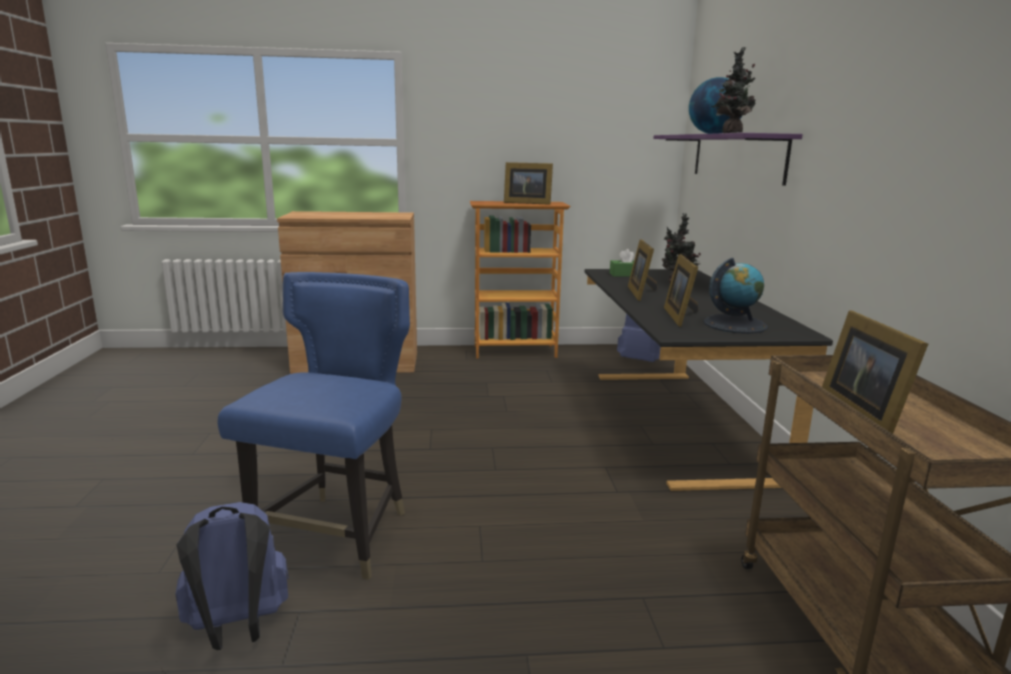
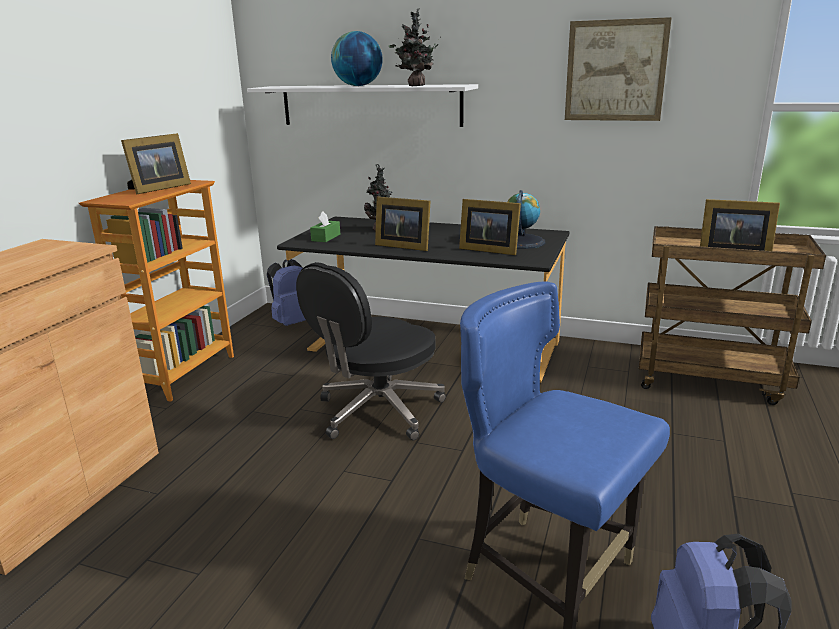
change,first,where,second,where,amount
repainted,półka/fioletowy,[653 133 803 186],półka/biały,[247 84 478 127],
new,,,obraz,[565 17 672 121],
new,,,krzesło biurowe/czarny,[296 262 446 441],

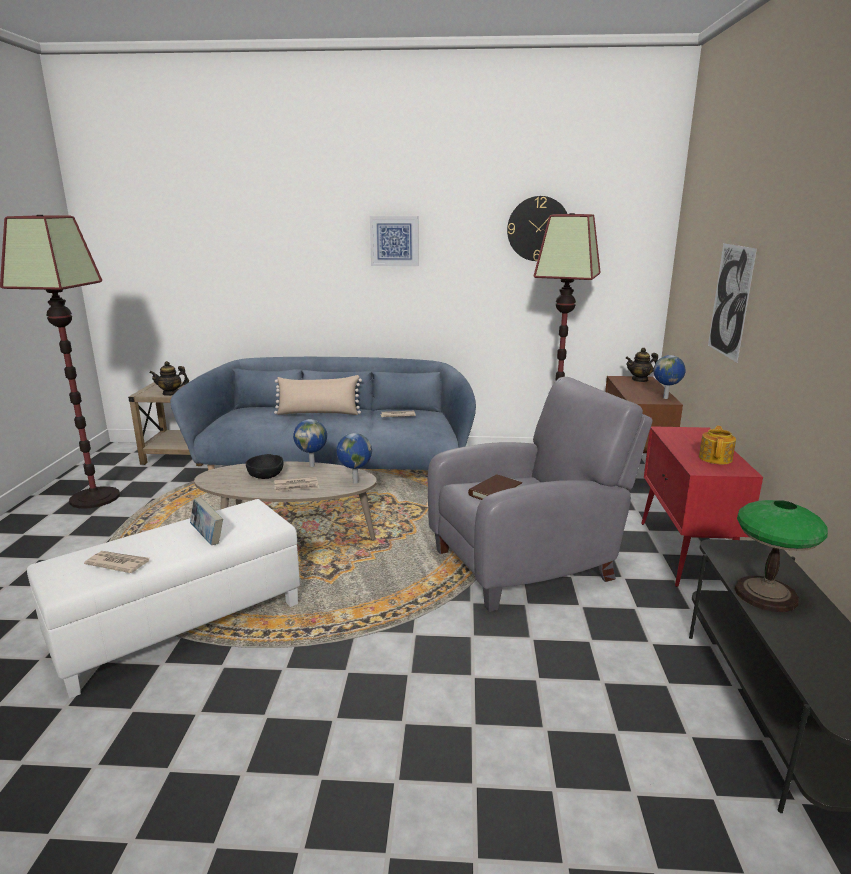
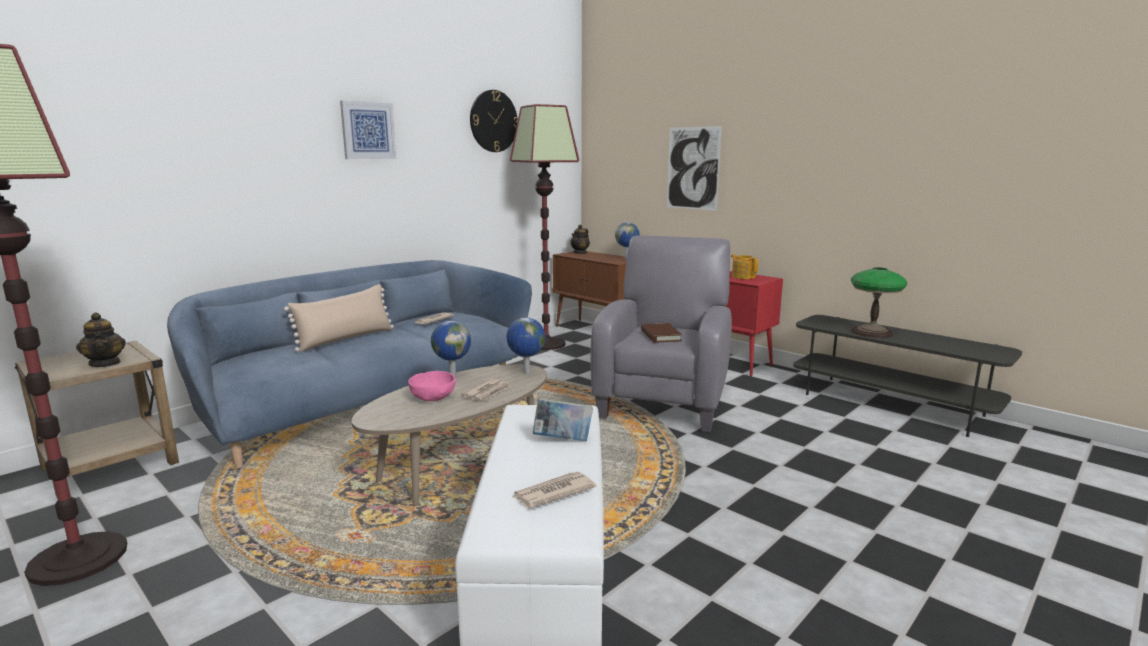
change,first,where,second,where,amount
rotated,imbryk,[149 361 189 396],,[76 312 126 367],60 degrees counterclockwise
repainted,miska/czarny,[246 454 283 479],miska/różowy,[408 371 456 401],

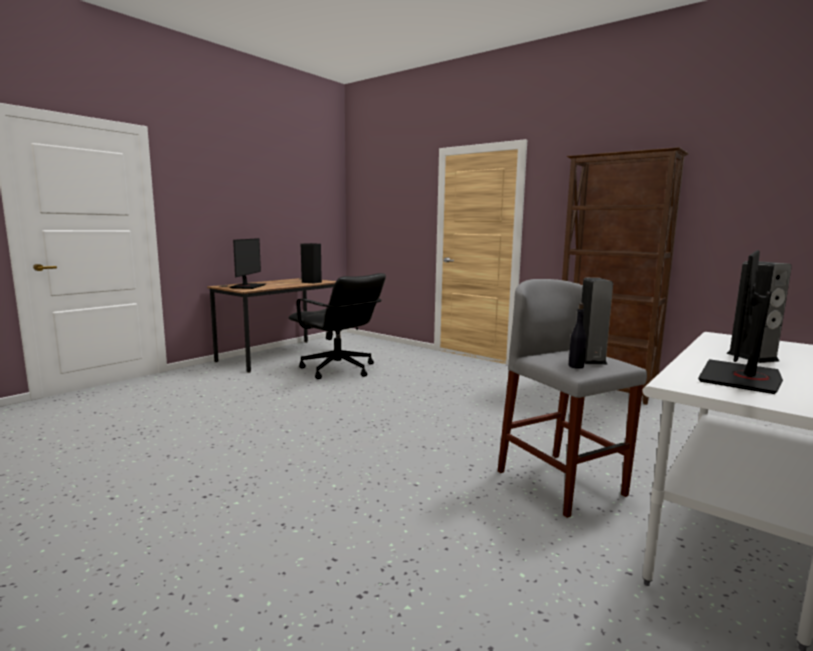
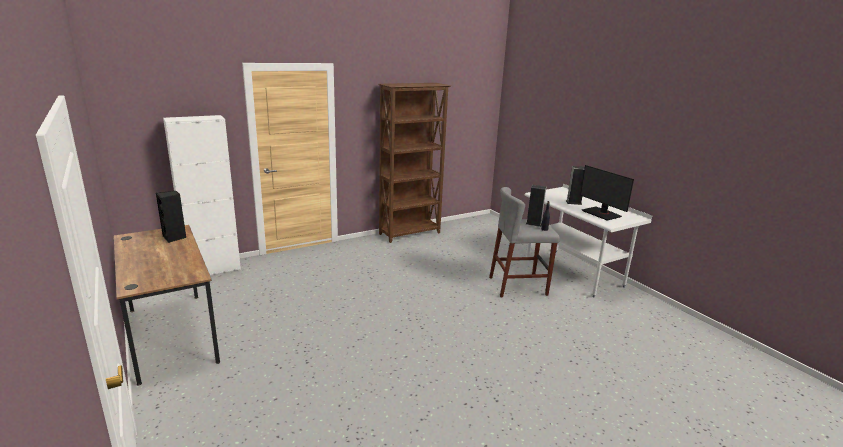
change,first,where,second,where,amount
gone,monitor,[230 238 266 289],,,
gone,krzesło biurowe/czarny,[289 273 386 379],,,
new,,,szafka/biały,[163 115 241 275],

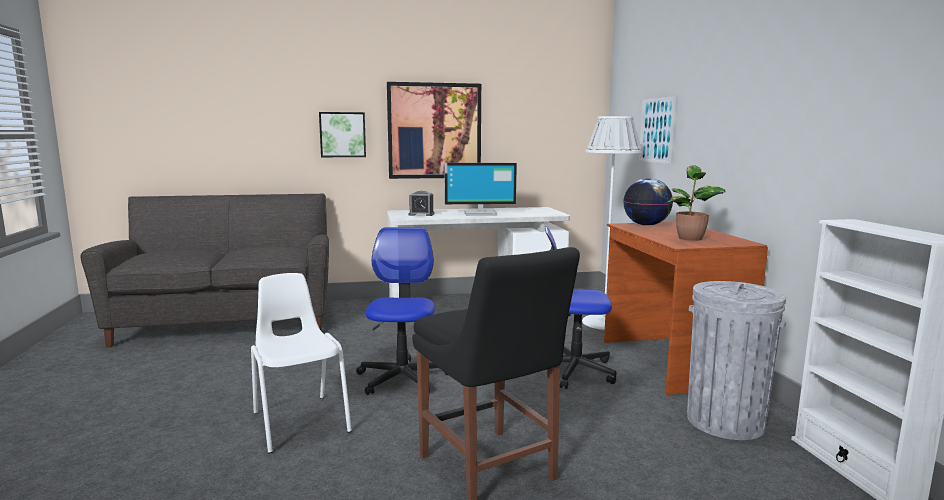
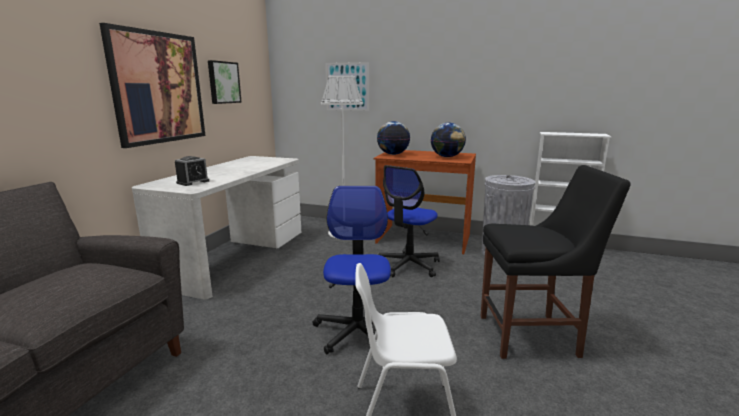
change,first,where,second,where,amount
shifted,obraz,[319 112 366 157],,[208 60 242 104],
gone,monitor,[445 163 517 216],,,
swapped,roślina doniczkowa,[668 165 726 241],globus,[431 123 466 157],
rotated,krzesło biurowe,[356 227 448 395],,[312 186 391 354],60 degrees clockwise

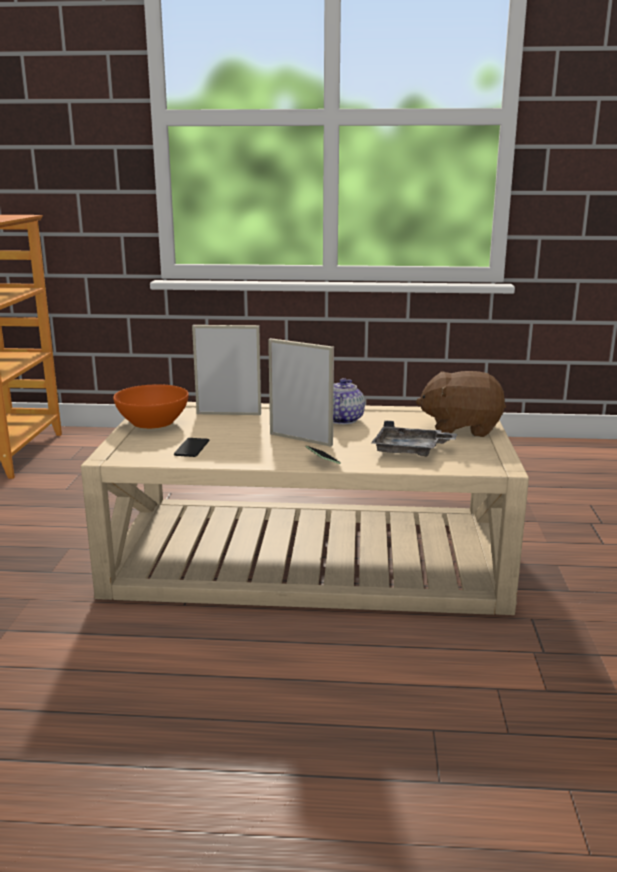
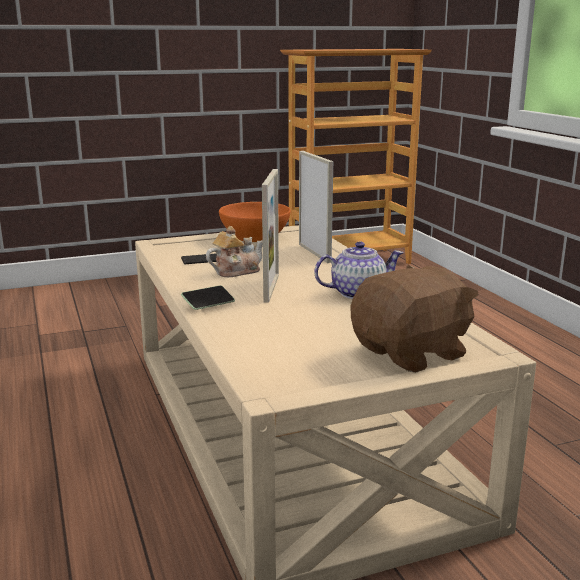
change,first,where,second,where,amount
rotated,pluszak/brązowy,[416 371 506 437],,[351 265 479 373],75 degrees clockwise
gone,taca/szary,[371 421 457 457],,,
new,,,imbryk,[206 226 263 277],

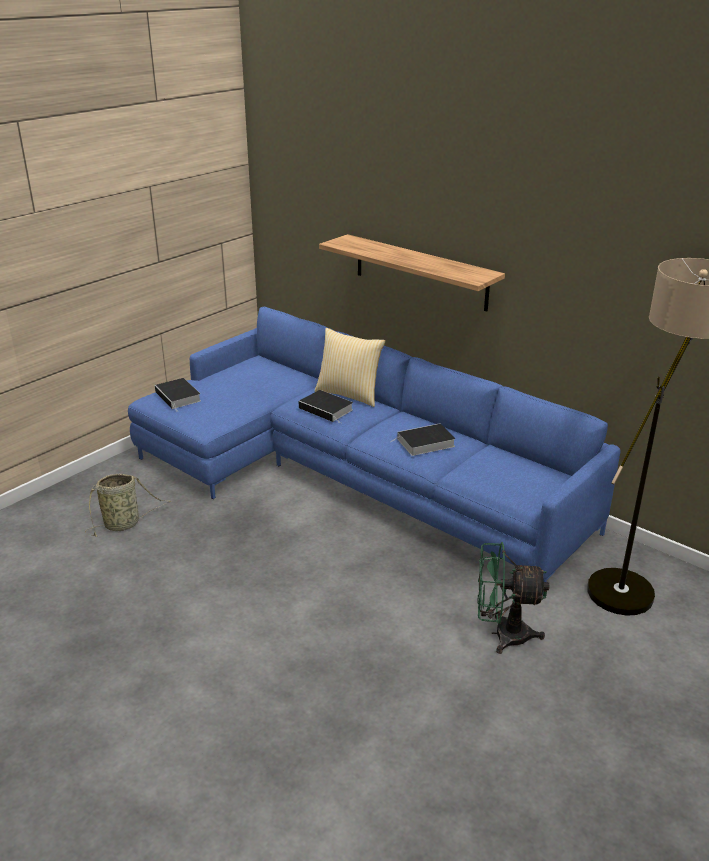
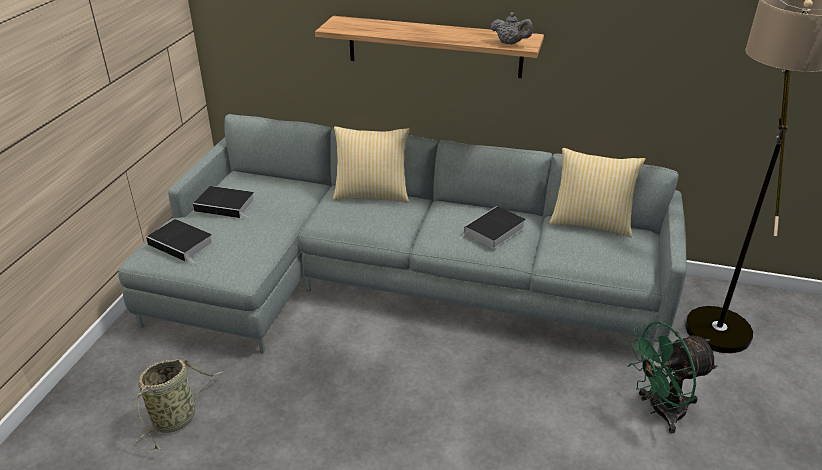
change,first,where,second,where,amount
repainted,kanapa/niebieski,[128 307 621 582],kanapa/szary,[118 114 687 357],
shifted,książka,[299 390 353 424],,[193 186 255 218],
new,,,imbryk/szary,[490 12 533 45],
new,,,poduszka,[549 148 645 237],

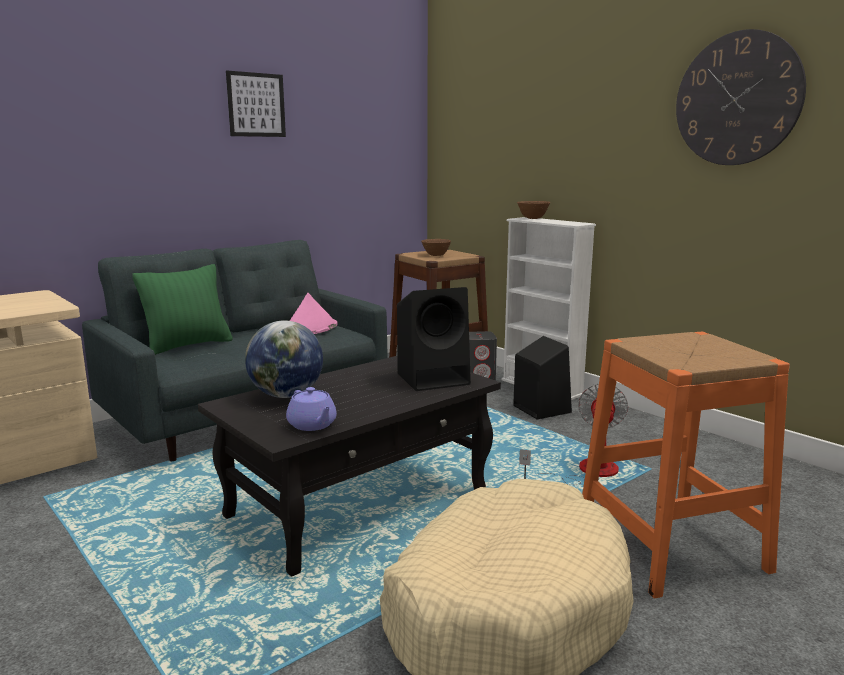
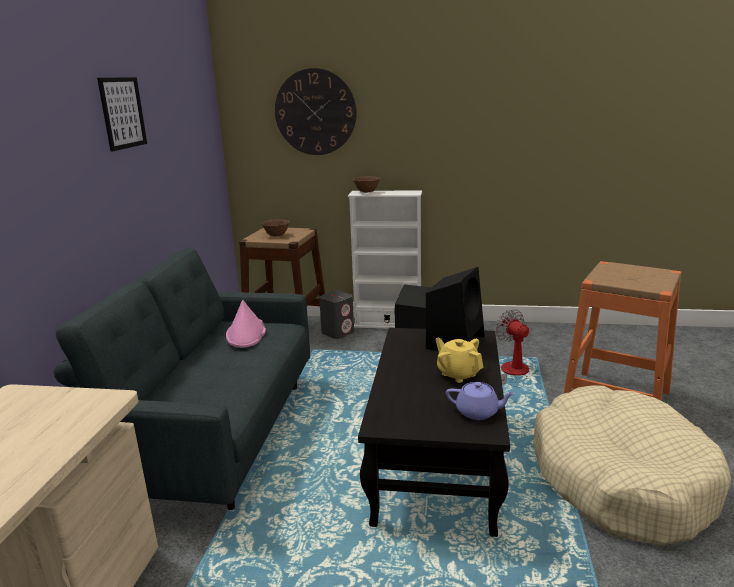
change,first,where,second,where,amount
shifted,zegar ścienny,[676 29 806 165],,[275 68 357 155],
gone,poduszka/zielony,[132 264 233 355],,,
gone,globus,[245 320 323 398],,,
new,,,imbryk/żółty,[435 338 483 383],

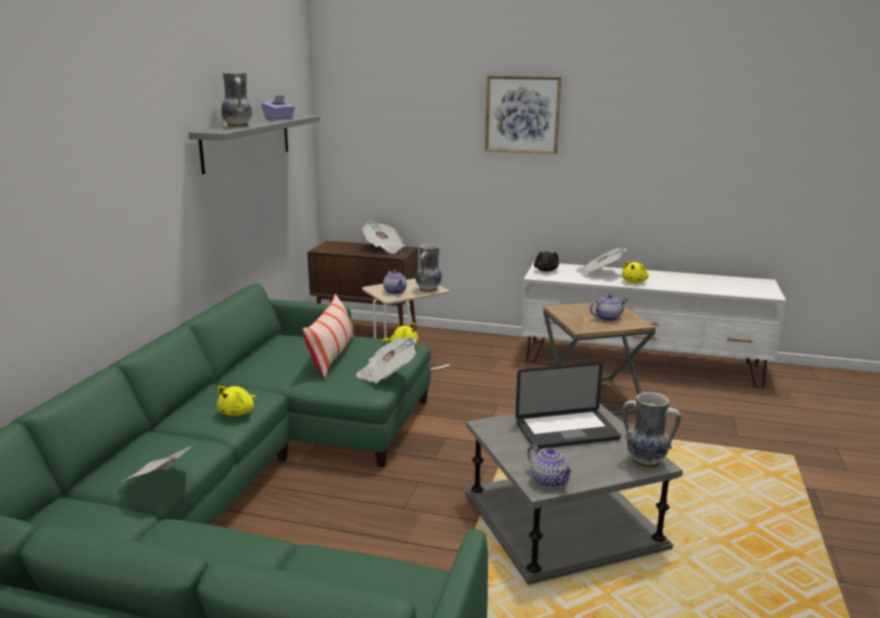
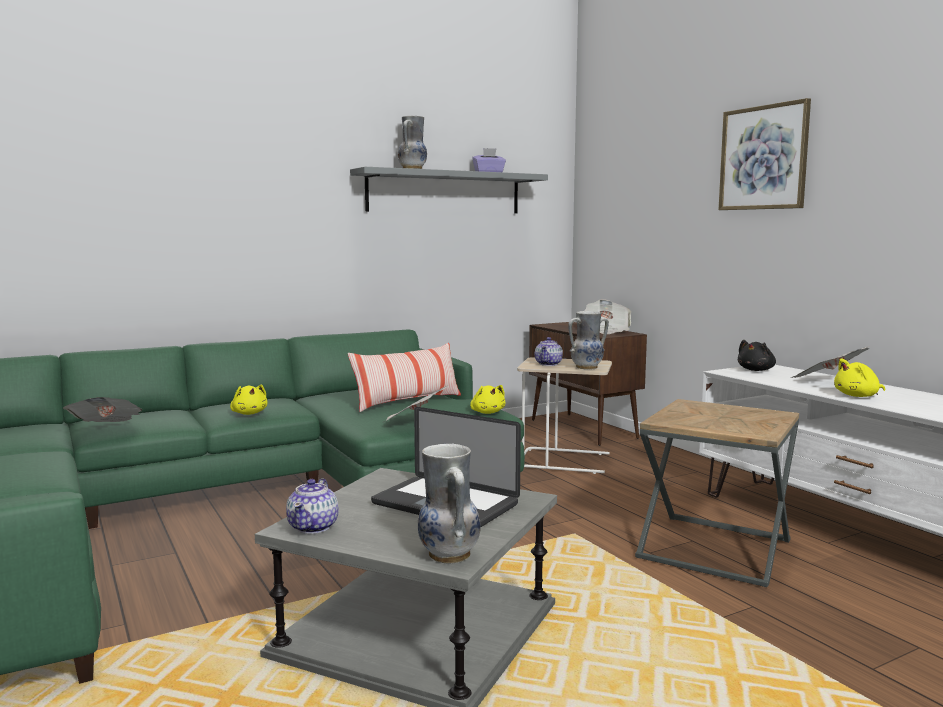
change,first,where,second,where,amount
gone,imbryk,[590 294 628 321],,,
rotated,pluszak/żółty,[217 386 257 416],,[230 385 267 415],105 degrees counterclockwise

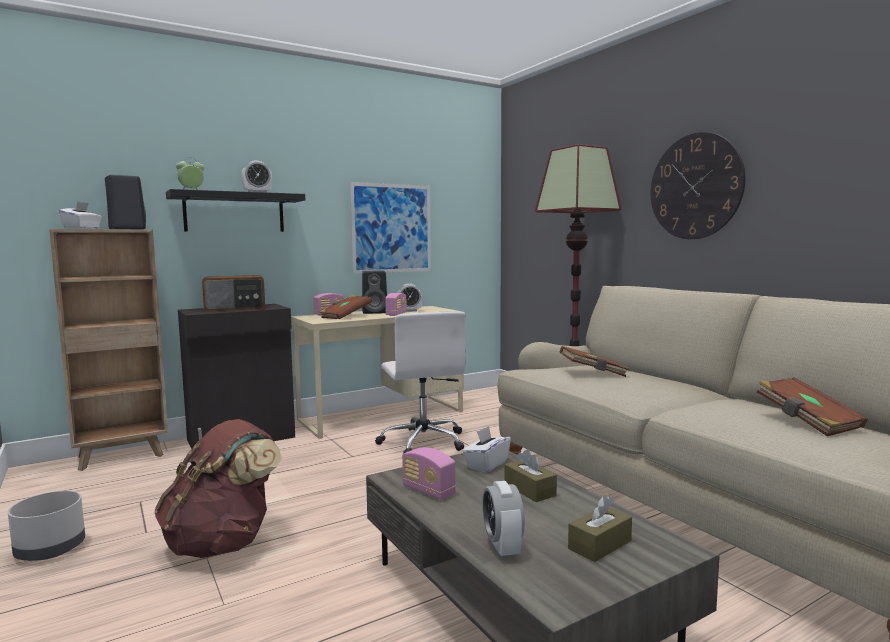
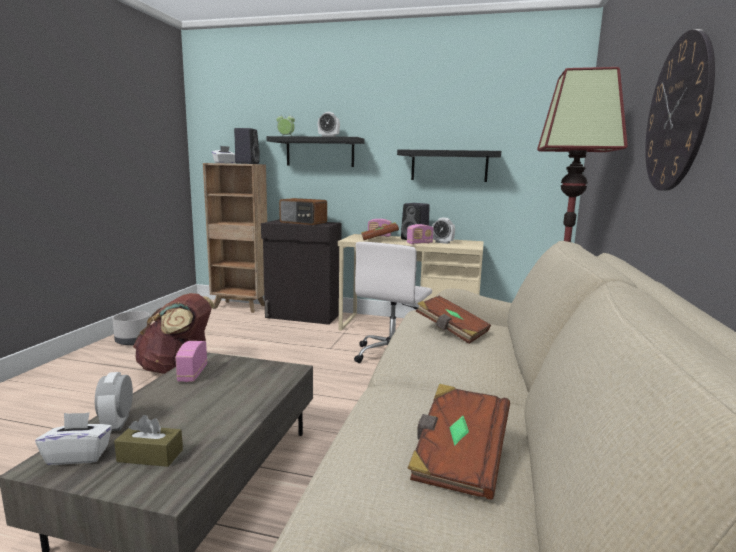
change,first,where,second,where,amount
swapped,obraz,[350 182 431 274],półka/czarny,[397 149 501 182],
shifted,pudełko chusteczek/biały,[463 426 511 472],,[36 412 112 465],
gone,pudełko chusteczek/brązowy,[505 449 557 502],,,
rotated,budzik,[482 481 525 559],,[95 372 133 431],45 degrees counterclockwise

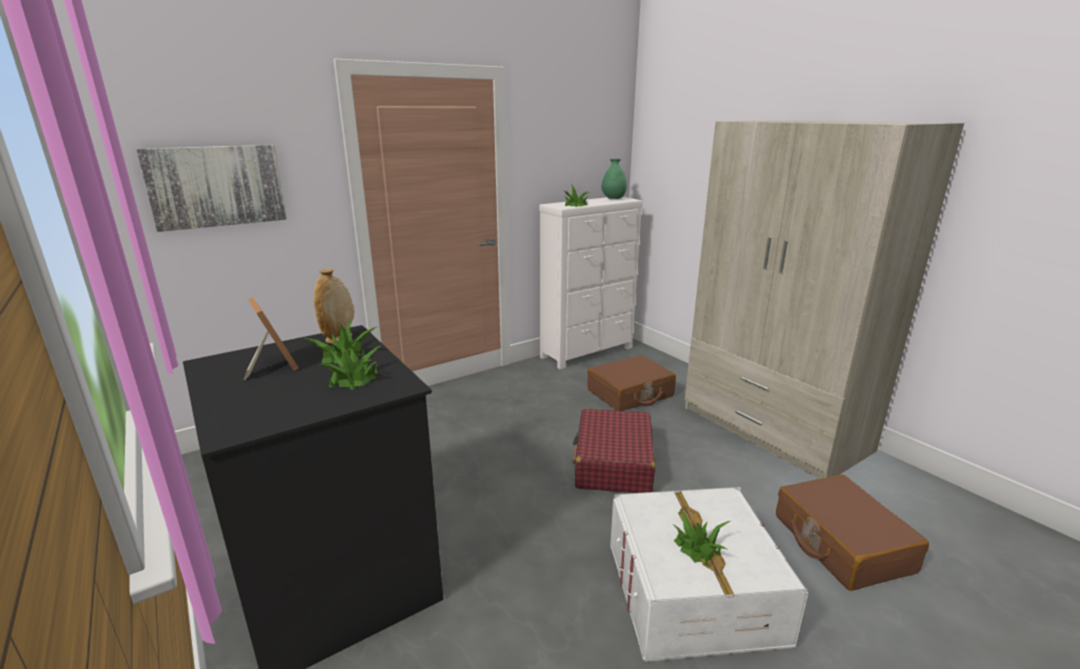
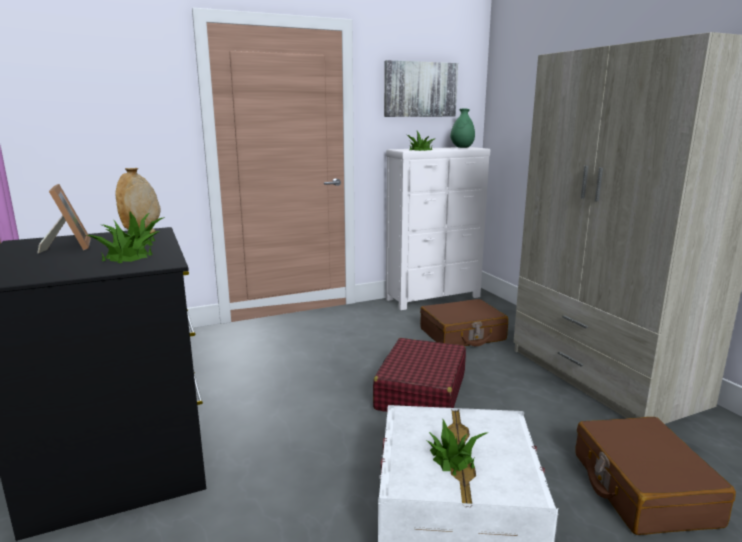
change,first,where,second,where,amount
shifted,obraz,[136 145 287 232],,[384 60 458 117],

